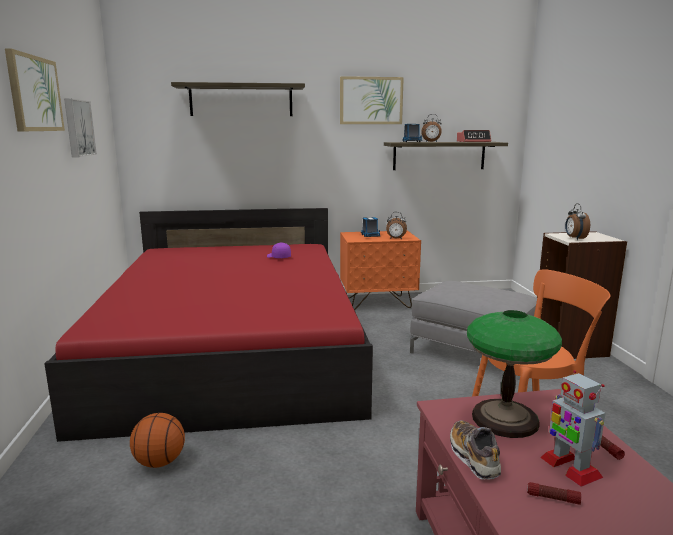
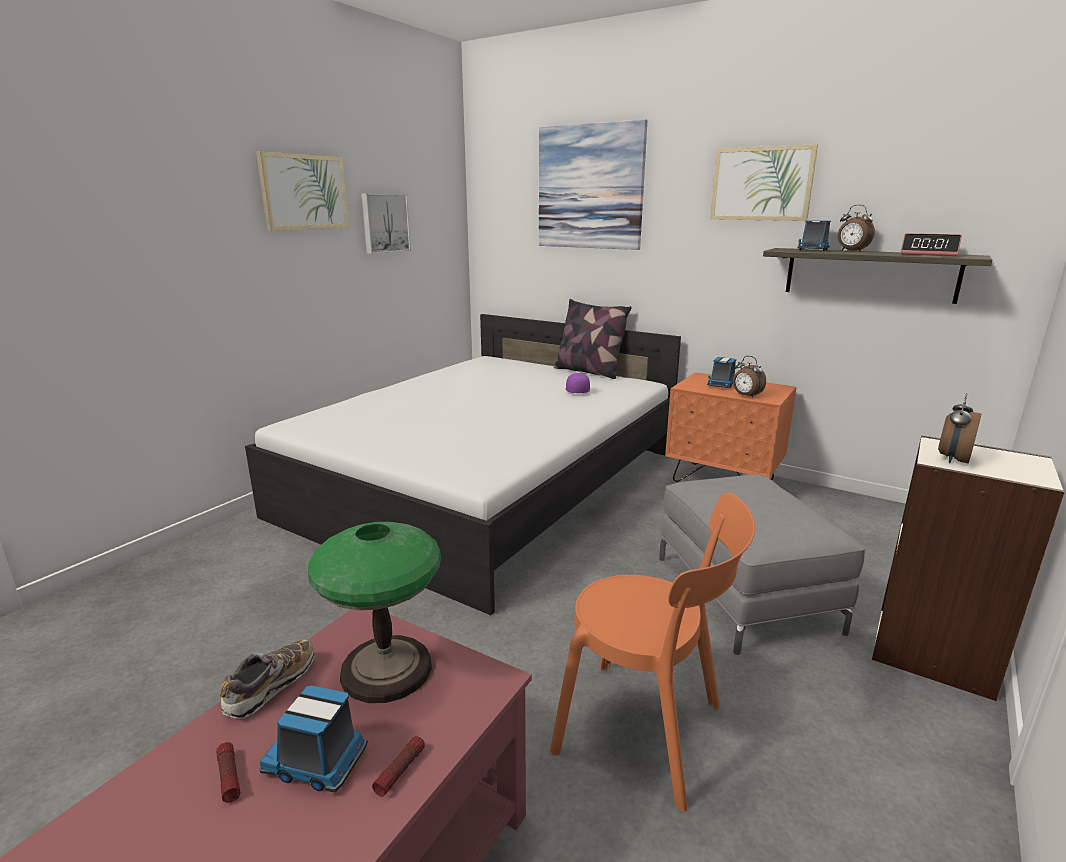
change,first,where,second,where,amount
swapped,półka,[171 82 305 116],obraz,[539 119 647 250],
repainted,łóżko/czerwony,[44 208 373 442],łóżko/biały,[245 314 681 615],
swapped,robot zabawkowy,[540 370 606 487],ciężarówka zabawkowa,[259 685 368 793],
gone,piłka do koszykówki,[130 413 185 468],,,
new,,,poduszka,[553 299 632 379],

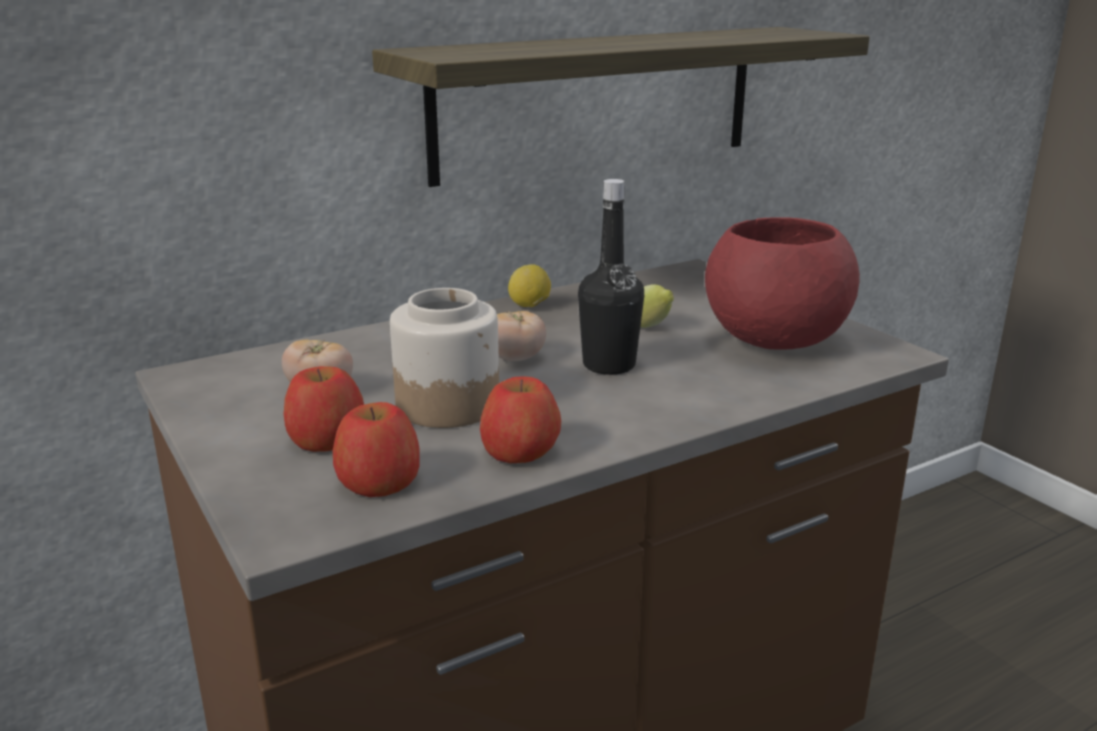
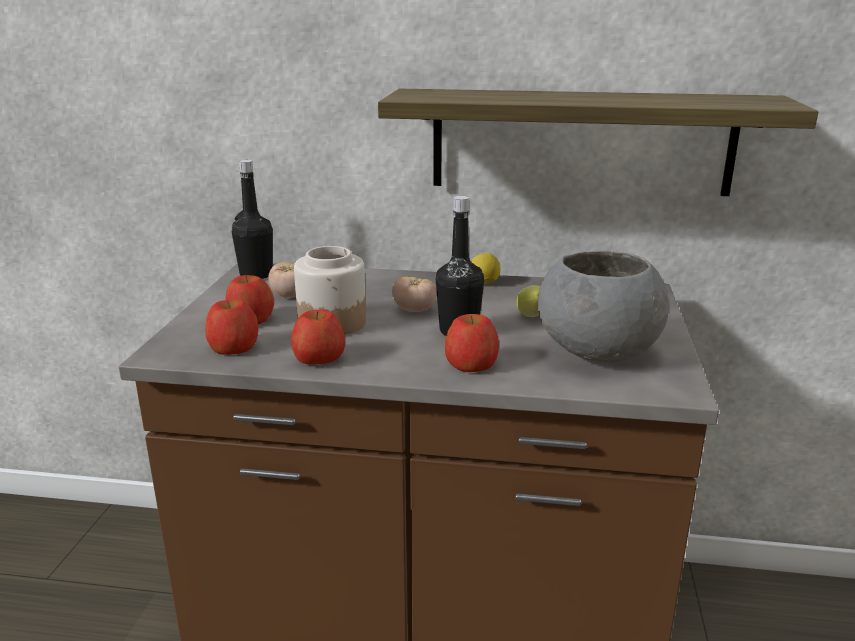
change,first,where,second,where,amount
repainted,miska/czerwony,[705 217 860 350],miska/szary,[538 251 669 362],
new,,,butelka/czarny,[232 160 273 279],
new,,,jabłko,[445 314 499 372],

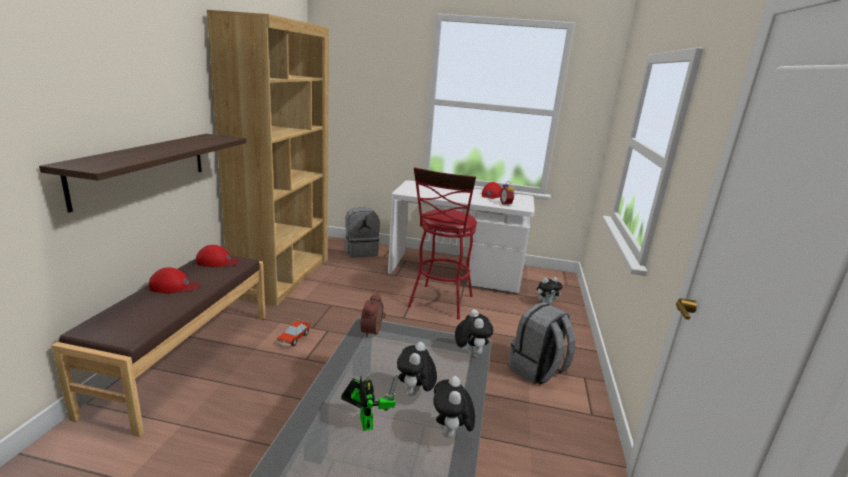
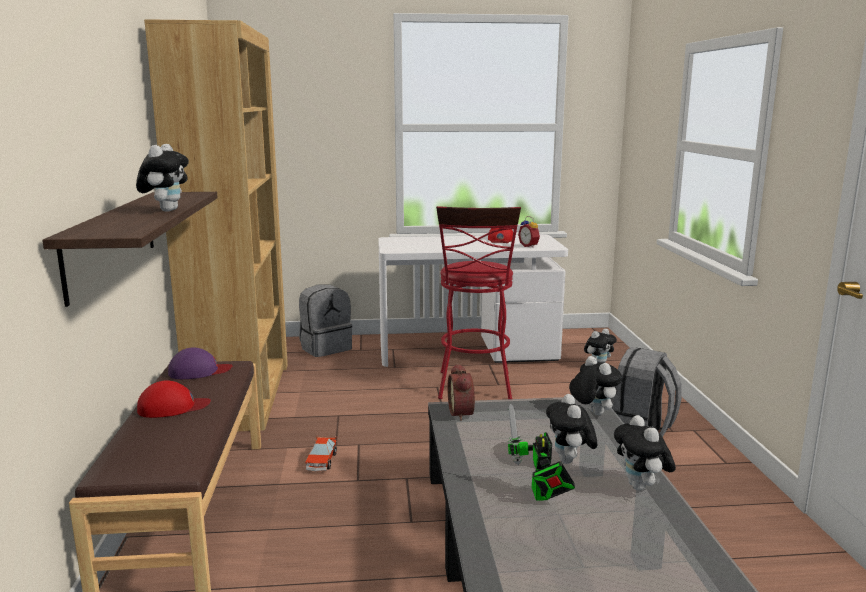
change,first,where,second,where,amount
repainted,czapka z daszkiem/czerwony,[196 245 240 267],czapka z daszkiem/fioletowy,[168 347 232 379],
rotated,robot zabawkowy,[341 375 399 431],,[508 403 575 501],150 degrees counterclockwise
new,,,pluszak,[136 144 189 212],

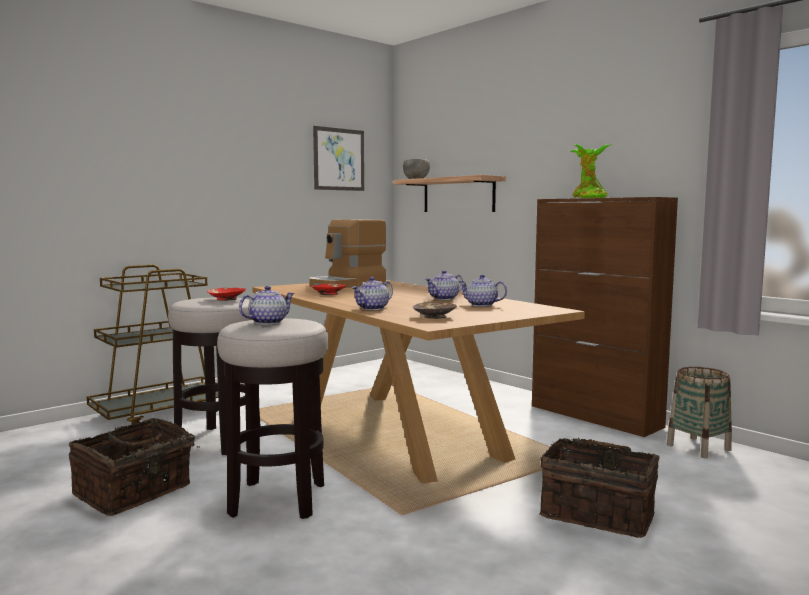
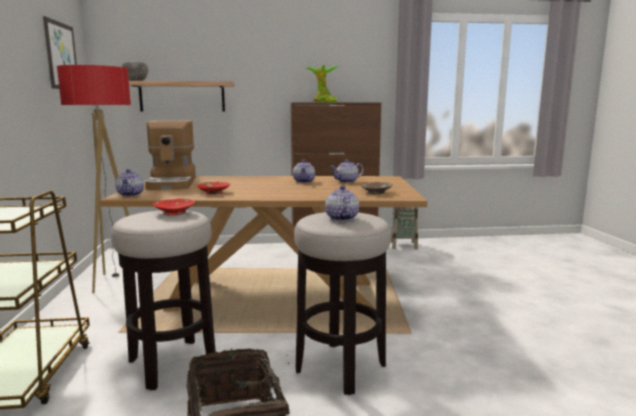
change,first,where,second,where,amount
shifted,imbryk,[351 277 393 310],,[115 169 144 197],
gone,koszyk,[539 437 660 538],,,
new,,,lampa stojąca,[57 65 131 293],

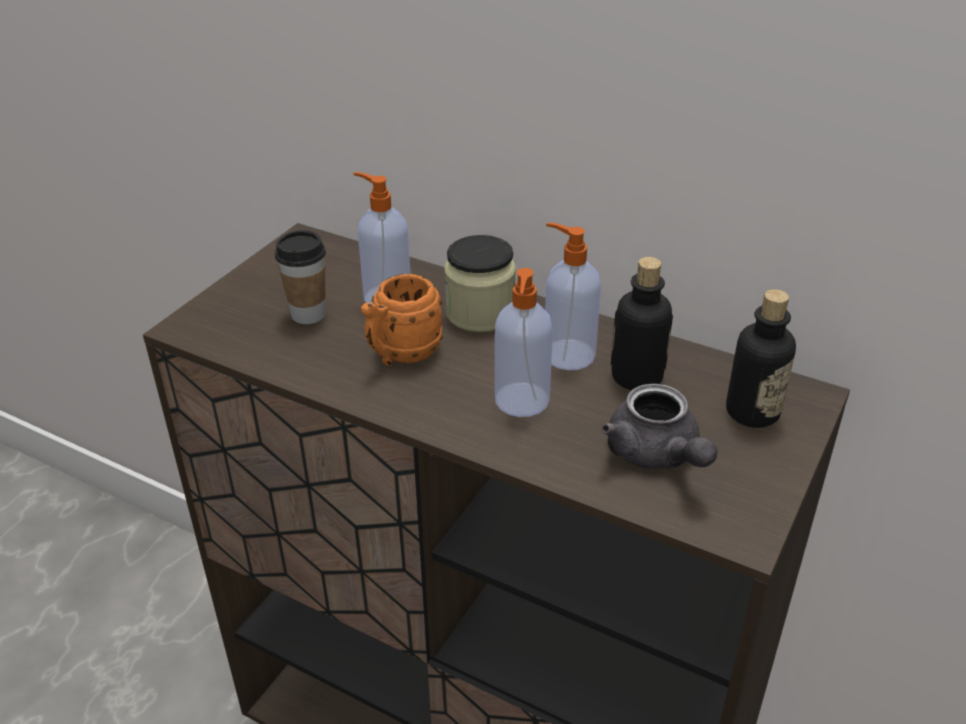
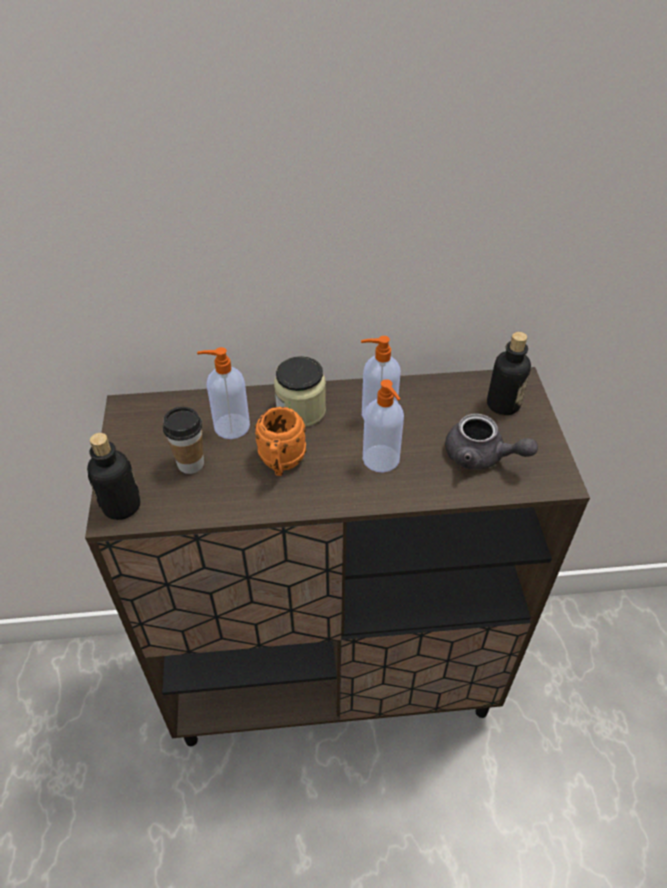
change,first,where,second,where,amount
shifted,butelka,[610 257 673 390],,[87 433 140 520],

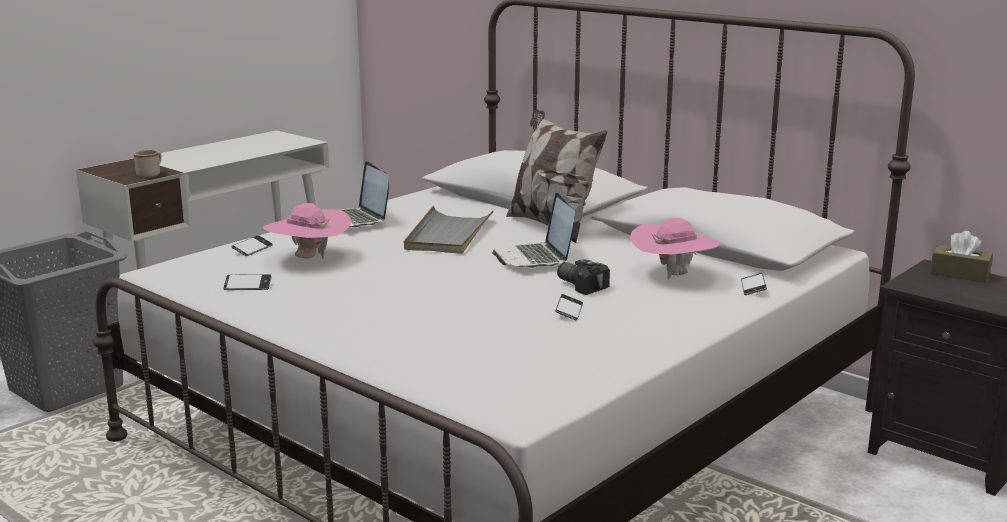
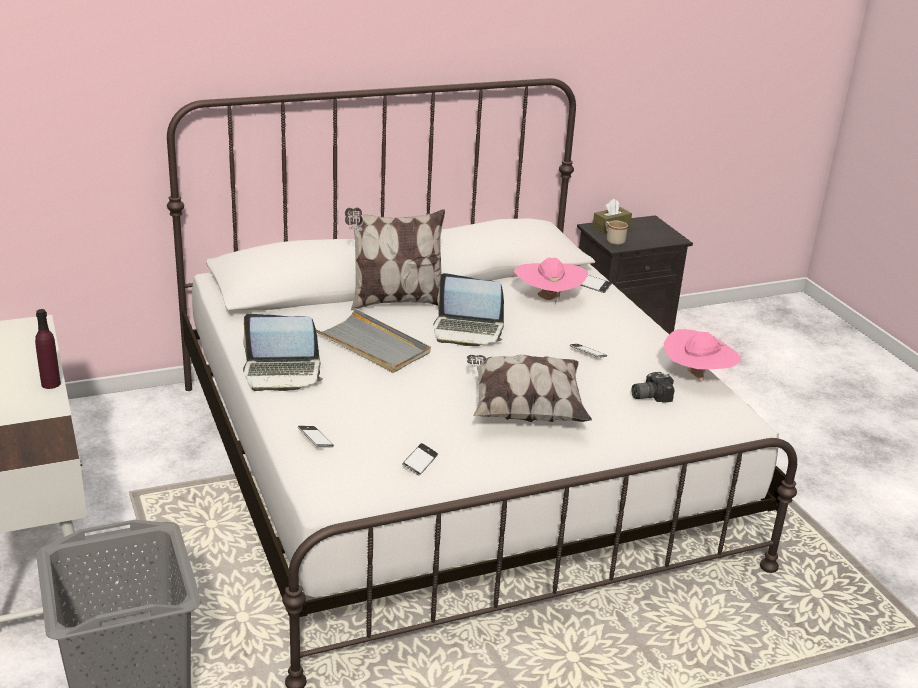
change,first,where,second,where,amount
shifted,kubek/beżowy,[134 150 162 178],,[606 221 628 245],
shifted,kapelusz/różowy,[263 203 352 259],,[663 329 741 381],
shifted,aparat fotograficzny,[557 260 610 295],,[632 372 674 403],
new,,,butelka/fioletowy,[35 309 61 389],
new,,,poduszka,[467 355 592 422],

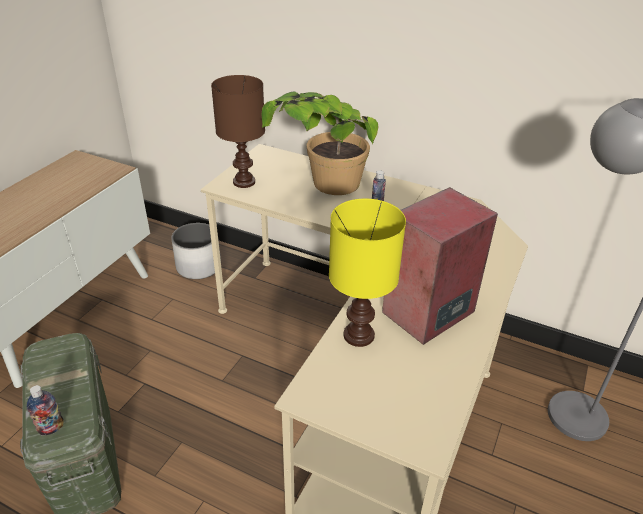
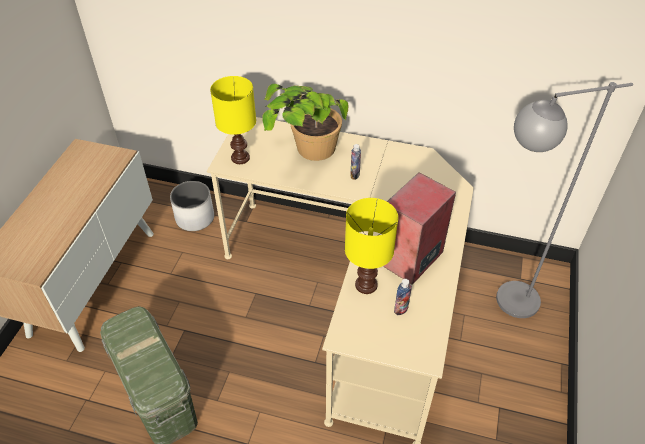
change,first,where,second,where,amount
repainted,lampa stołowa/brązowy,[211 75 265 188],lampa stołowa/żółty,[210 76 256 164],
shifted,butelka,[27 385 64 435],,[394 279 412 315],

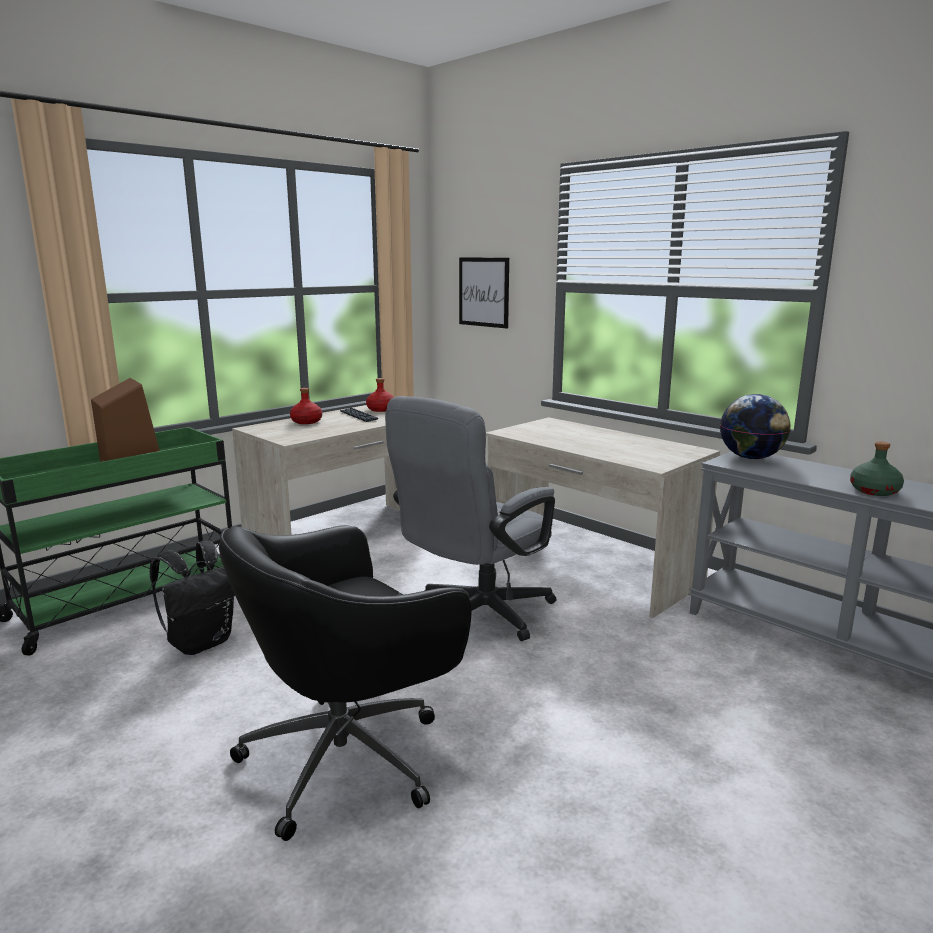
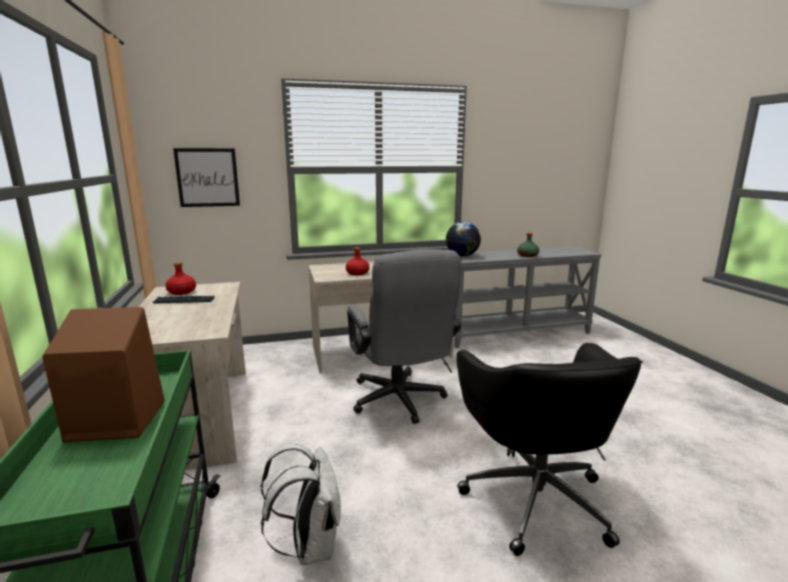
change,first,where,second,where,amount
shifted,butelka/czerwony,[290 388 322 424],,[346 247 370 275],
repainted,plecak/czarny,[150 540 235 655],plecak/biały,[261 444 341 566],

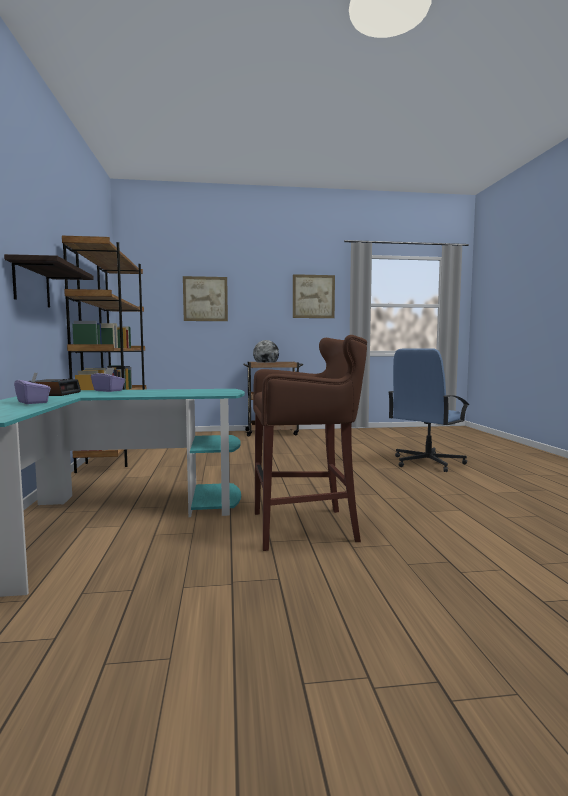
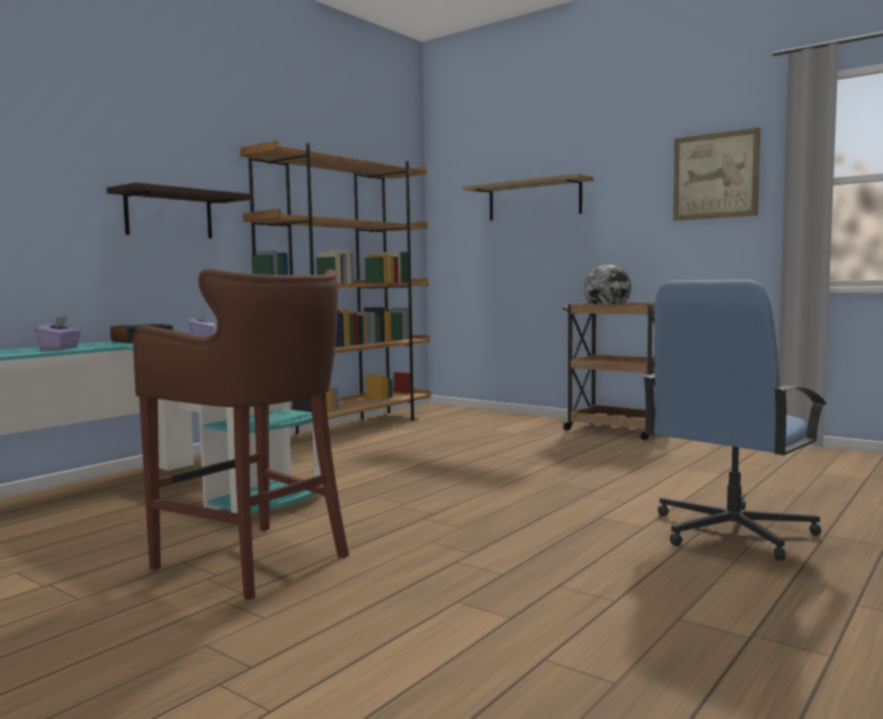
change,first,where,second,where,amount
swapped,obraz,[183 276 228 321],półka,[462 173 594 221],
rotated,krzesło biurowe/niebieski,[389 348 469 472],,[642 280 827 560],45 degrees counterclockwise

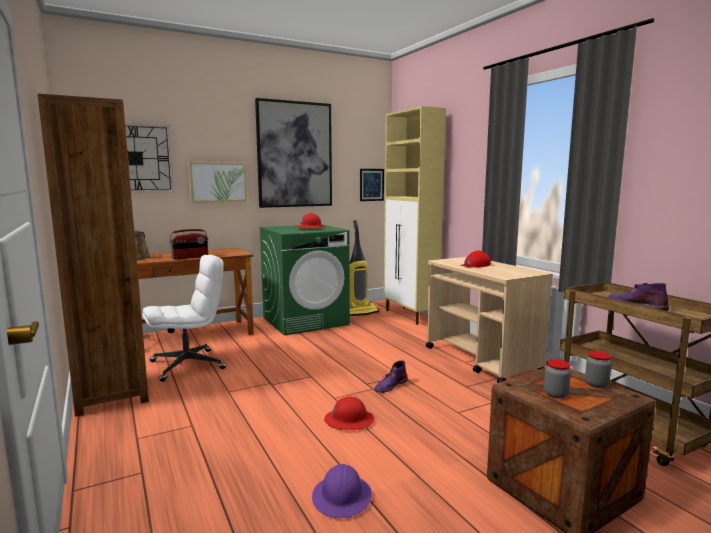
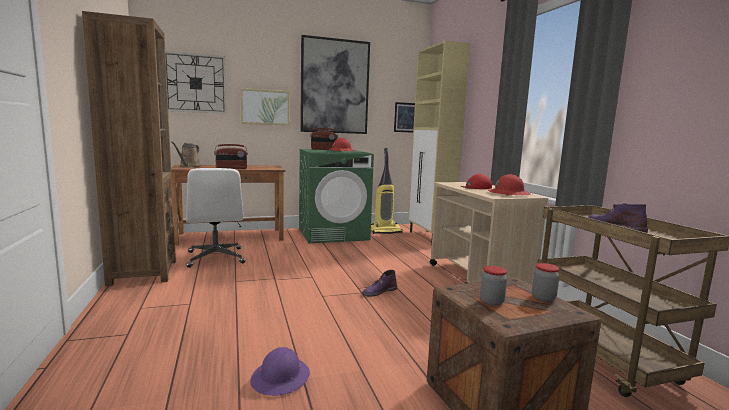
change,first,where,second,where,amount
rotated,krzesło biurowe/biały,[142 255 226 382],,[186 168 245 268],90 degrees clockwise
shifted,kask/czerwony,[324 397 375 430],,[488 174 531 196],
new,,,radio,[310 128 338 150],

